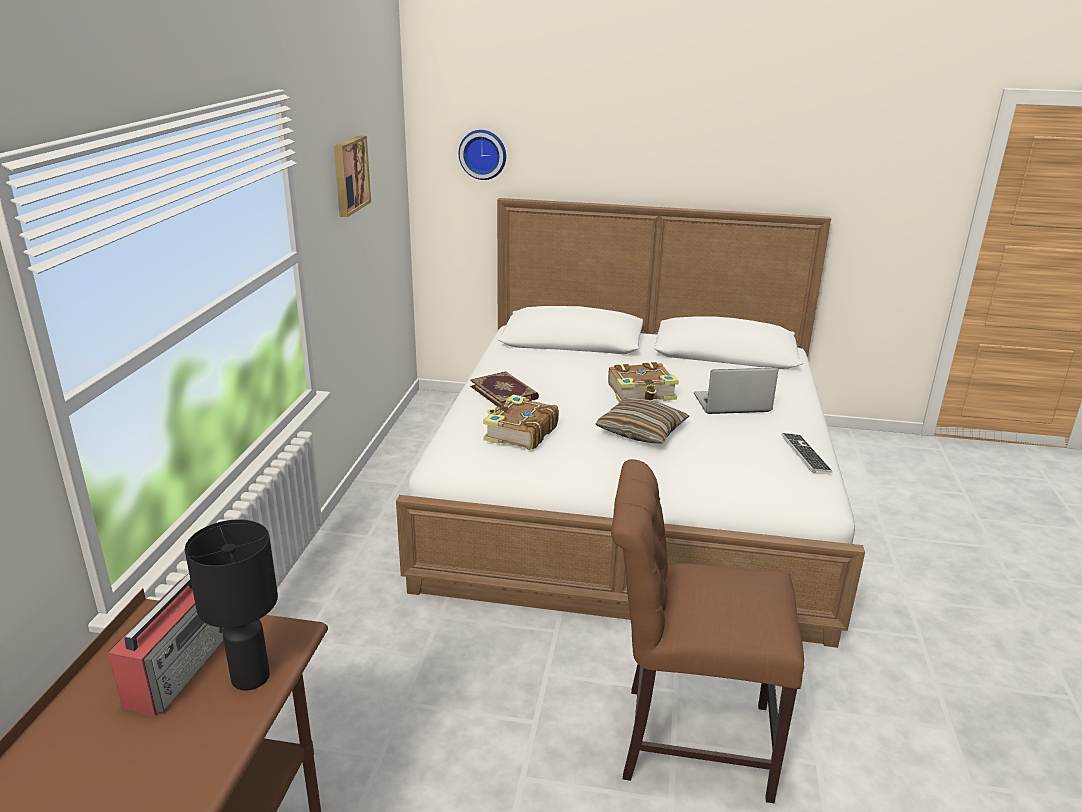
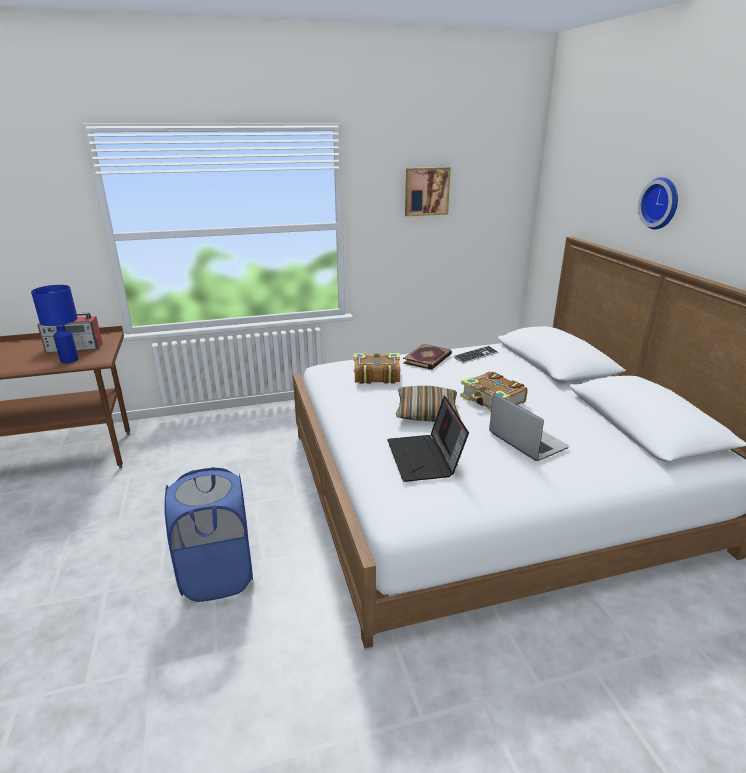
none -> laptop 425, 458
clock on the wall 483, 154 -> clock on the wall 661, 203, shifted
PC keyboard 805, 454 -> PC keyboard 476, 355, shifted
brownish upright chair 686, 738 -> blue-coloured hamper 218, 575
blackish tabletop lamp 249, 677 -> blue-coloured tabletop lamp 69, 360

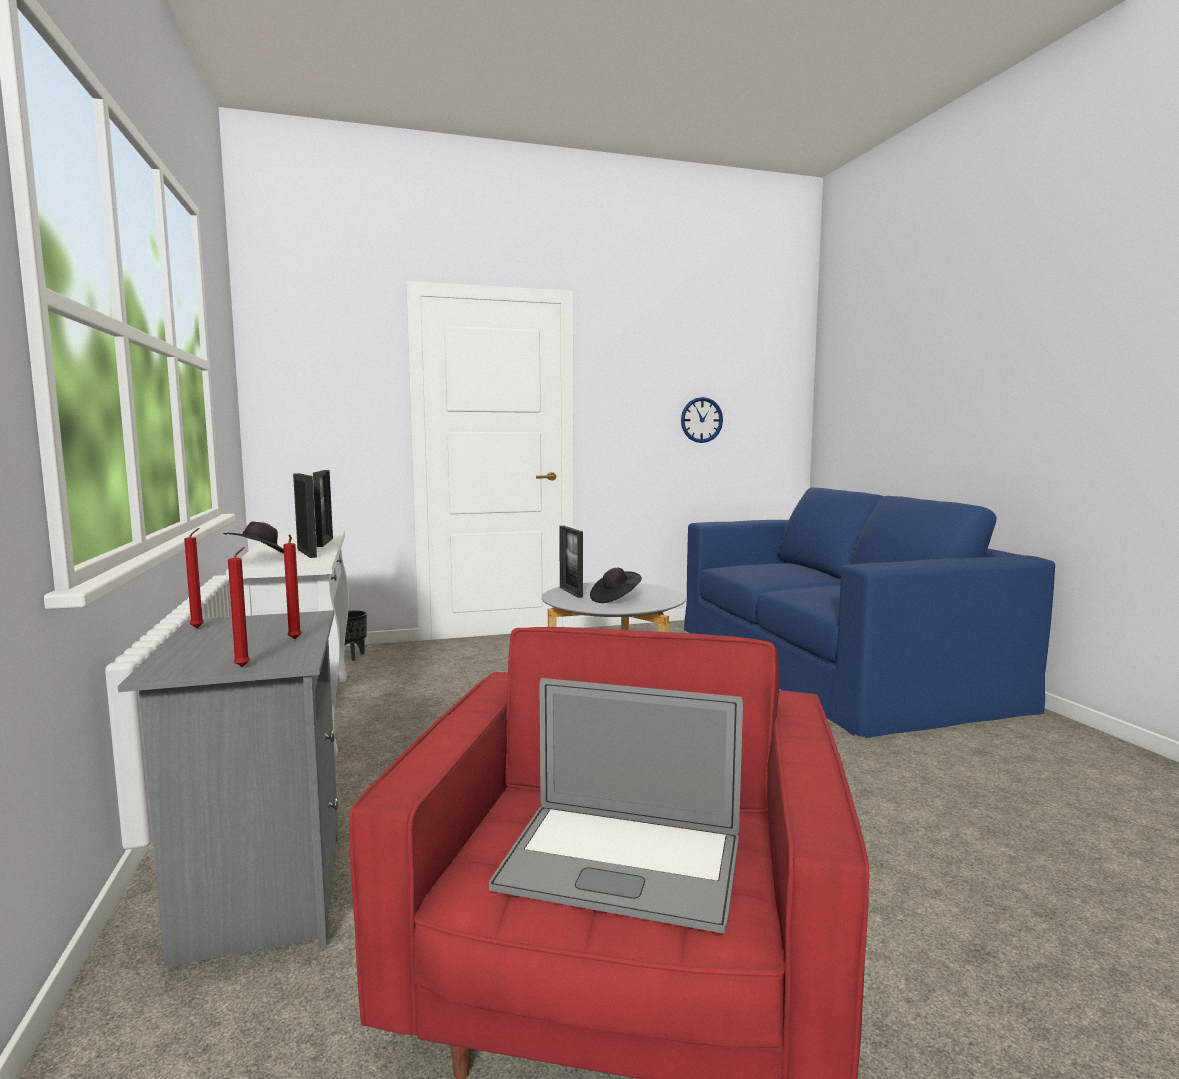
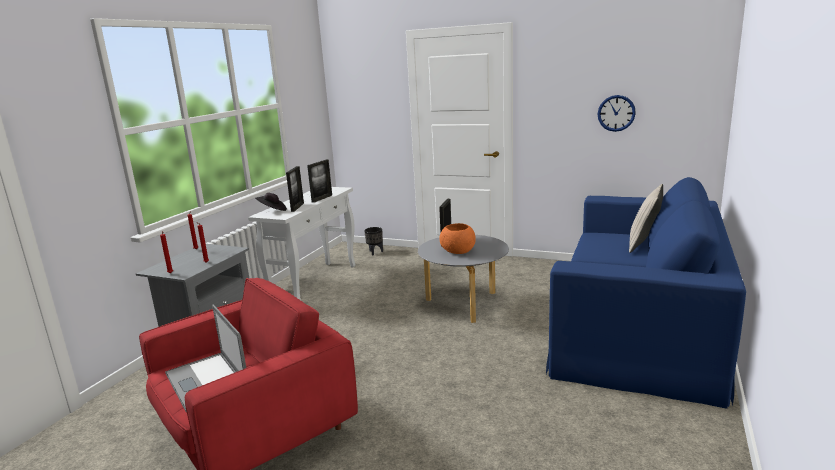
none -> beige cushion 644, 243
blackish wearable hat 615, 599 -> orange serving bowl 457, 251

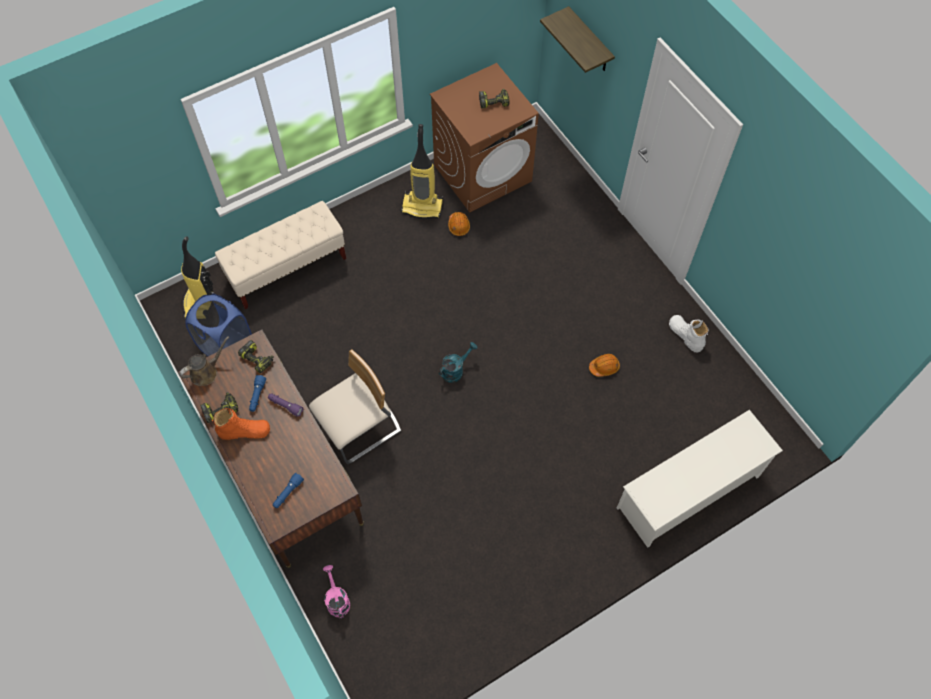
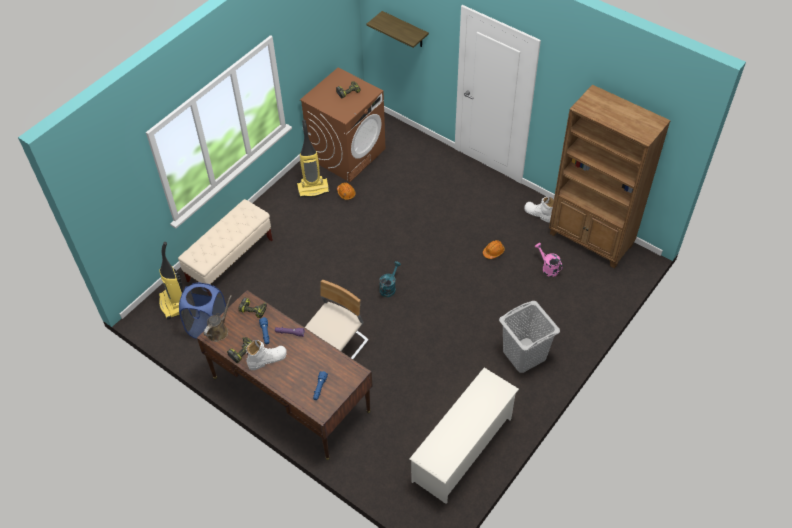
none -> greyish hamper 524, 355
none -> brownish bookshelf 591, 240
pink-coloured sprinkling can 337, 600 -> pink-coloured sprinkling can 548, 268, shifted
white shoe stand 689, 492 -> white shoe stand 463, 449, shifted
orange tall boot 244, 431 -> white tall boot 267, 359

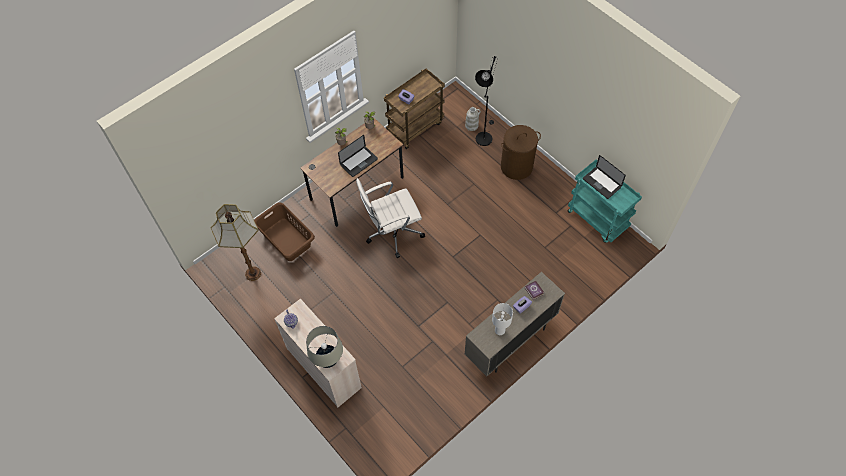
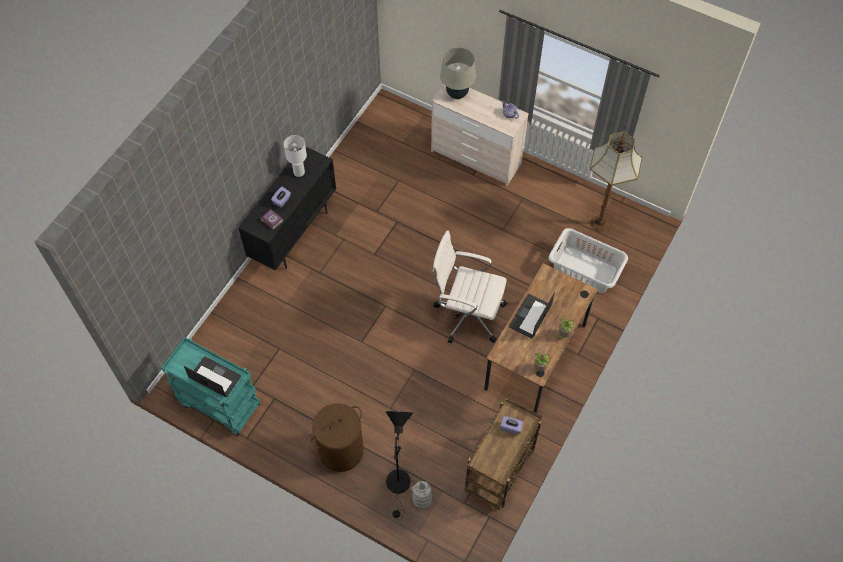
brownish hamper 287, 239 -> white hamper 585, 270
beige storage cabinet 510, 341 -> blackish storage cabinet 294, 233
white computer chair 392, 232 -> white computer chair 467, 314, 120 degrees counterclockwise

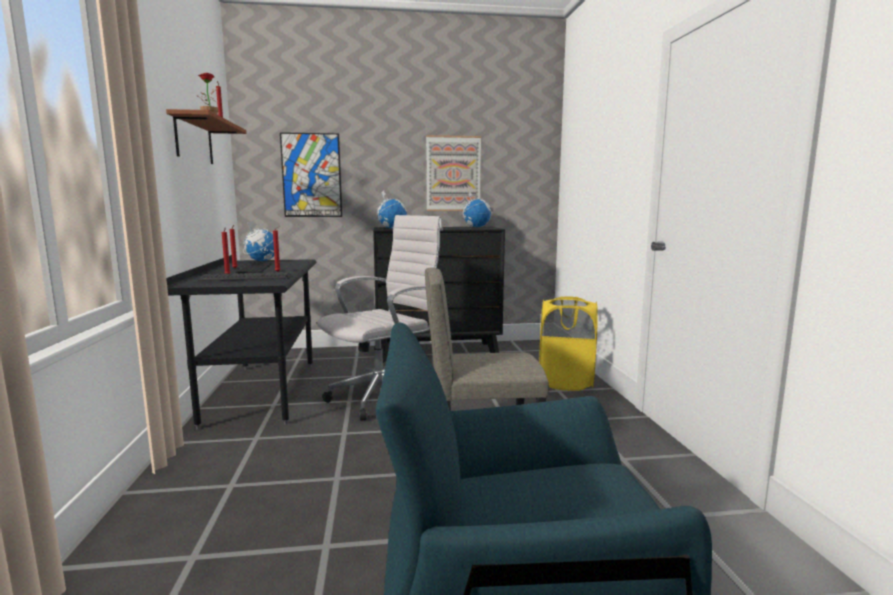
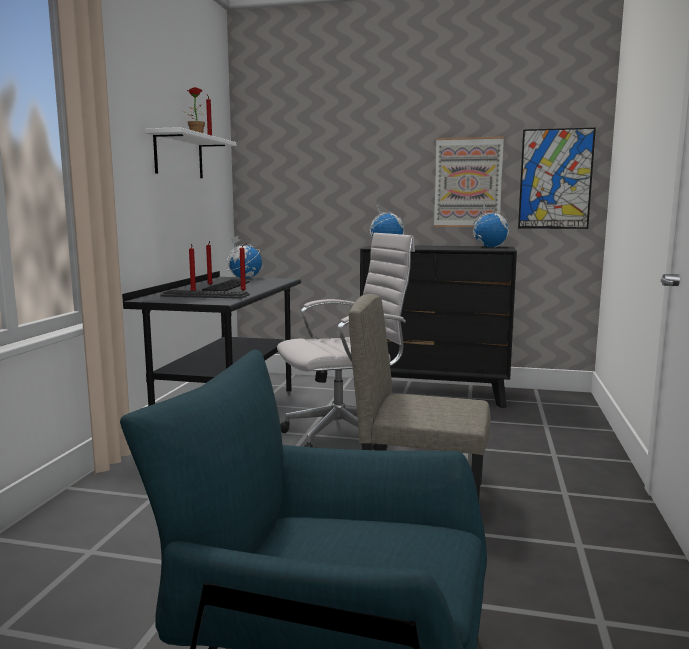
yellowish hamper 566, 382 -> none
wall art 311, 175 -> wall art 555, 179, shifted
brownish shelf 194, 140 -> white shelf 179, 156

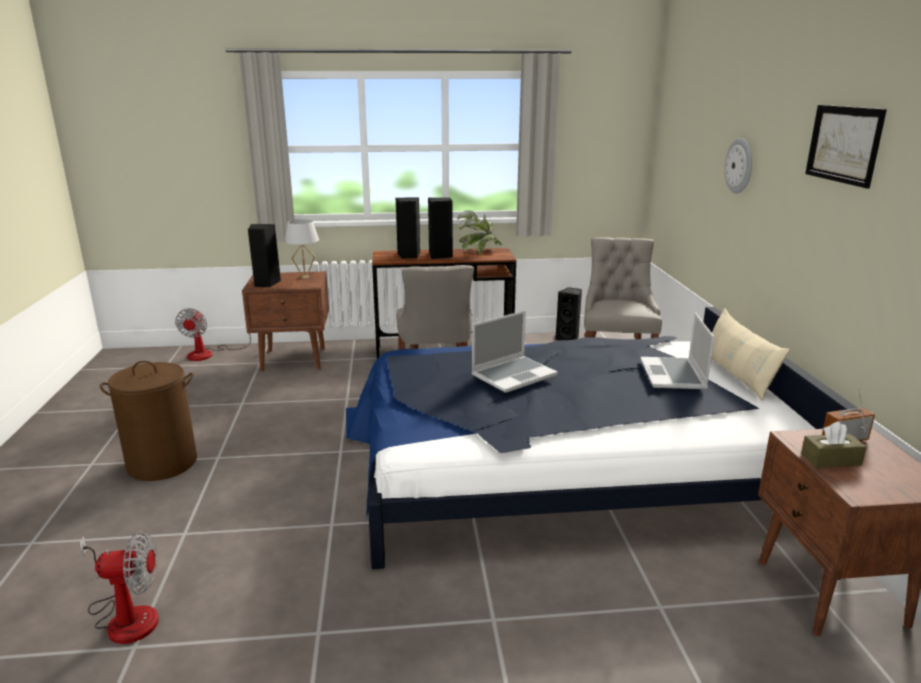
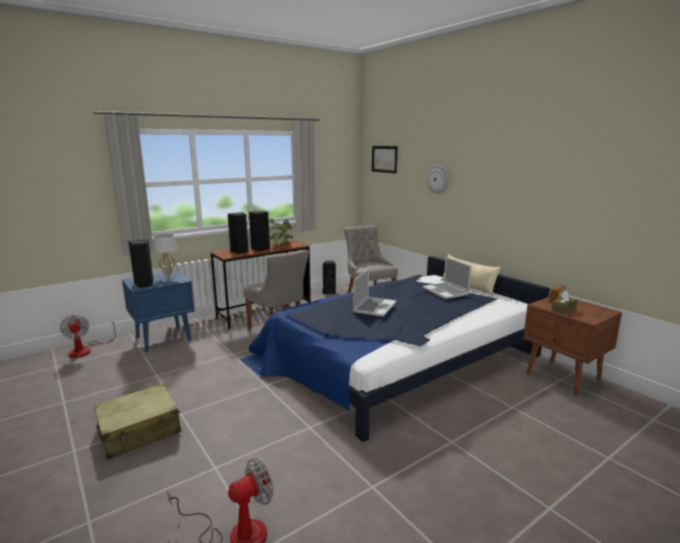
wall art 843, 144 -> wall art 384, 159, shifted
brownish hamper 163, 463 -> beige suitcase 140, 430
brownish nightstand 294, 360 -> blue-coloured nightstand 164, 339

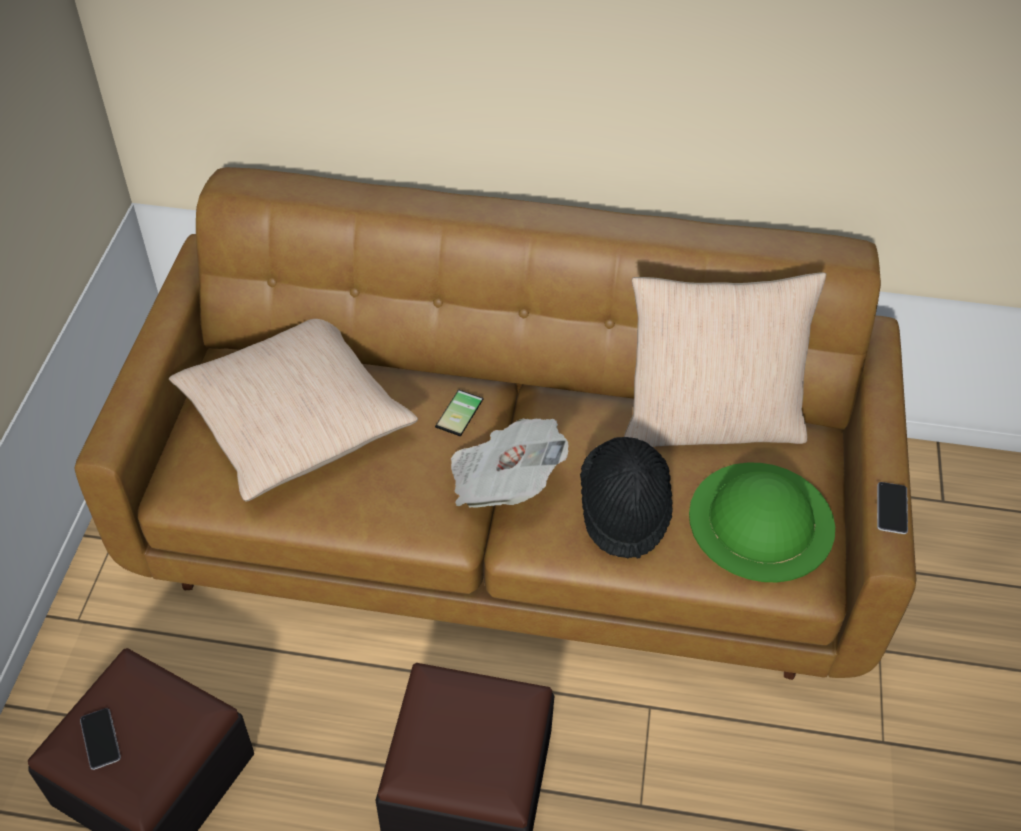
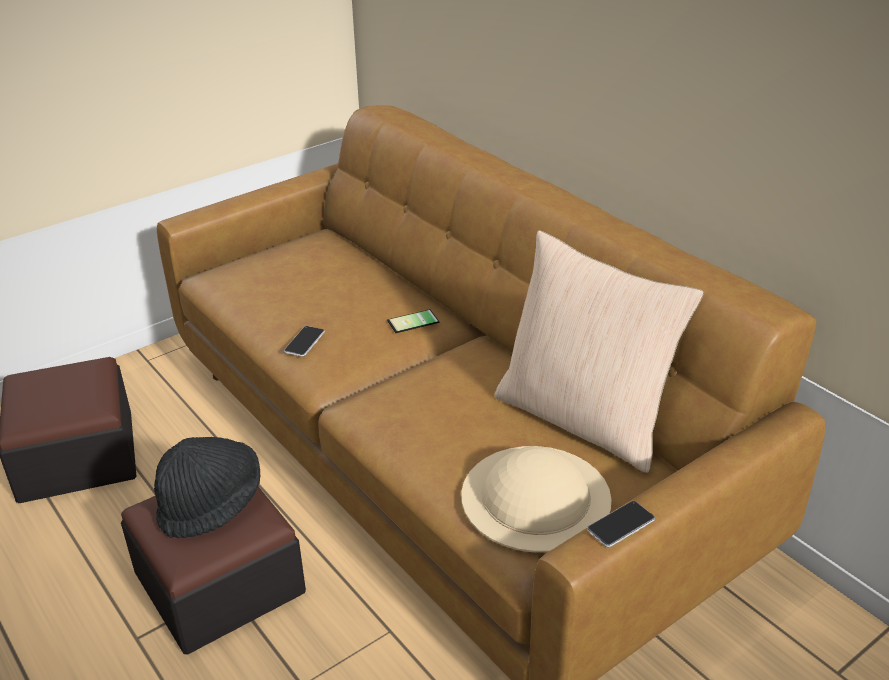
beige cushion 295, 420 -> none
daily paper 504, 481 -> none
phone 100, 739 -> phone 304, 342, shifted
blackish wearable hat 624, 510 -> blackish wearable hat 211, 505, shifted
green-coloured wearable hat 761, 521 -> beige wearable hat 535, 496

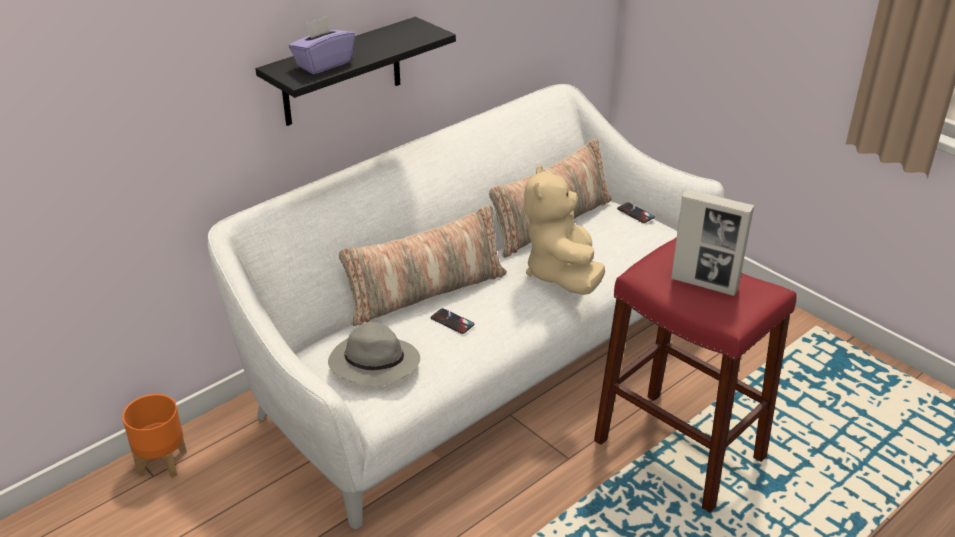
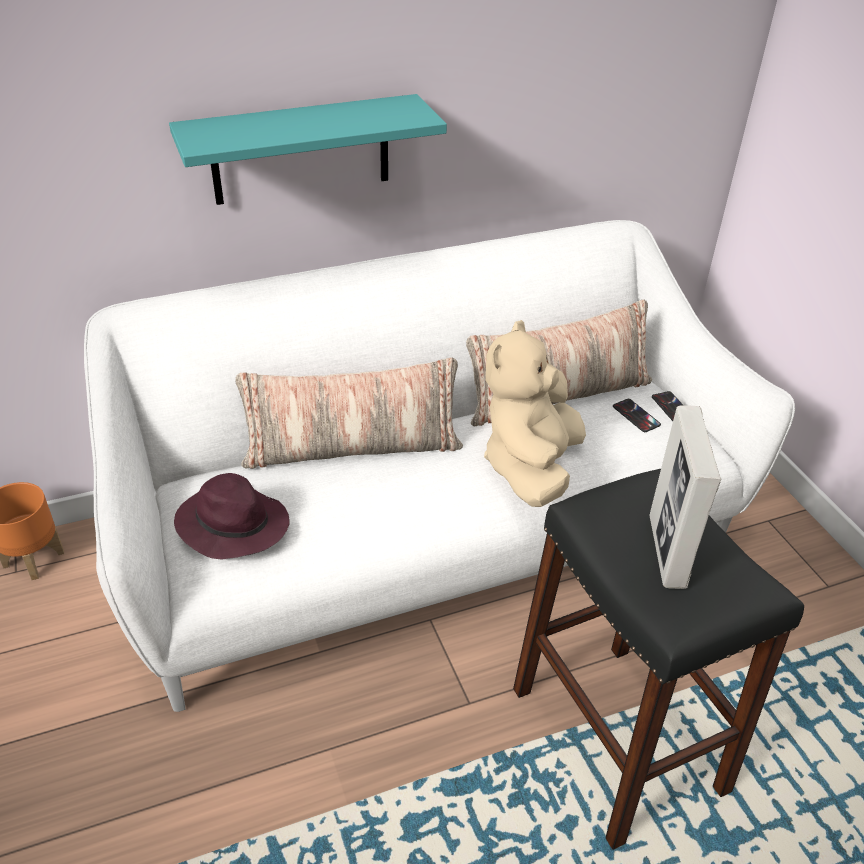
purple-coloured tissue box 323, 64 -> none
phone 452, 321 -> phone 636, 416, shifted
blackish shelf 342, 72 -> turquoise-coloured shelf 301, 150
greyish wearable hat 373, 364 -> purple-coloured wearable hat 231, 525
red-coloured sitting stool 679, 449 -> blackish sitting stool 617, 739
photo frame 704, 284 -> photo frame 667, 551, 45 degrees clockwise

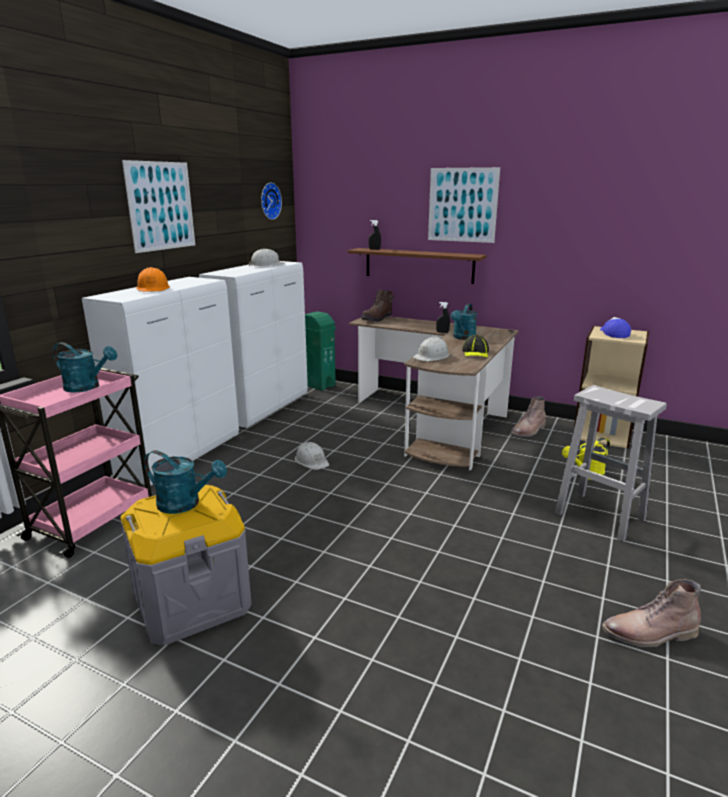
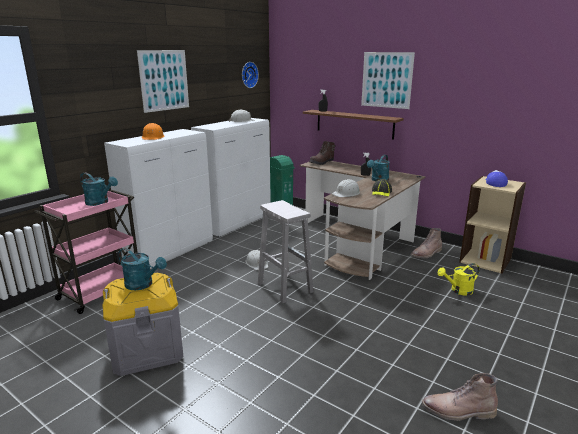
white sitting stool 598, 516 -> white sitting stool 284, 287, shifted

